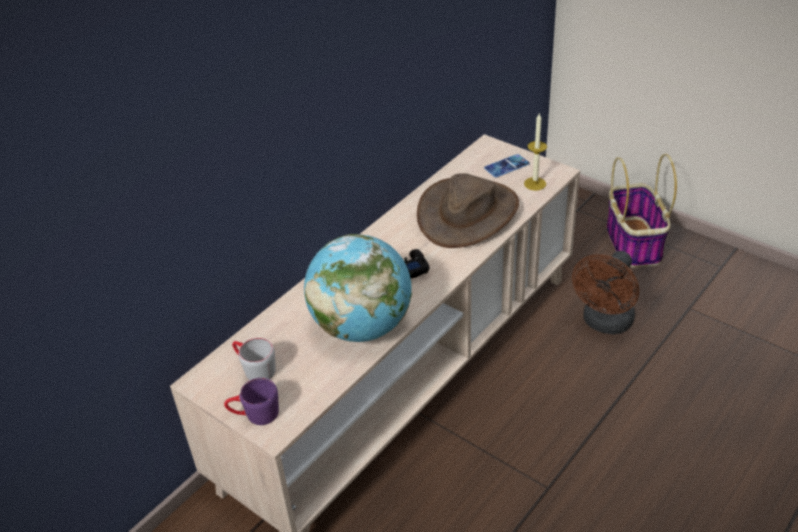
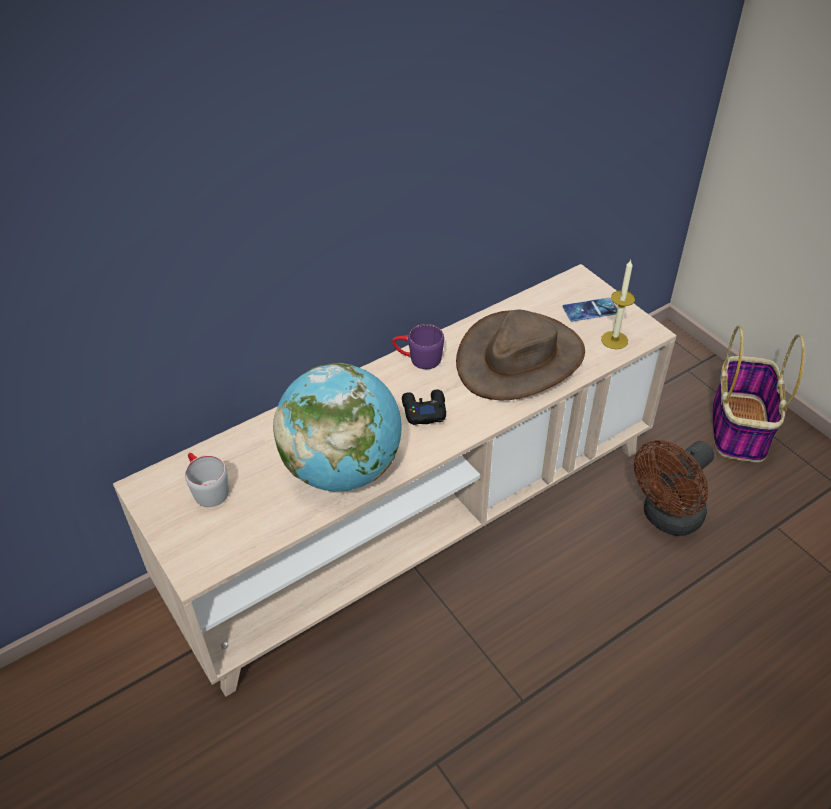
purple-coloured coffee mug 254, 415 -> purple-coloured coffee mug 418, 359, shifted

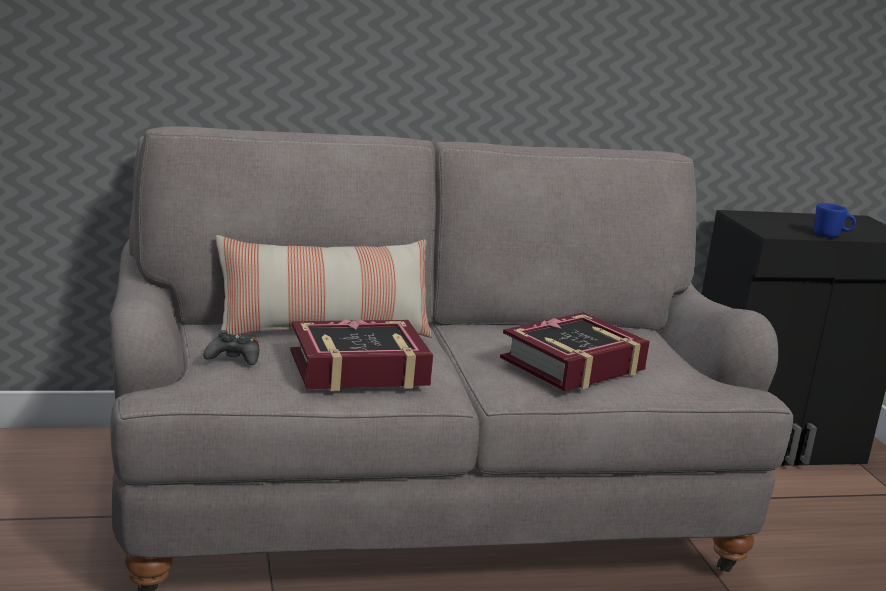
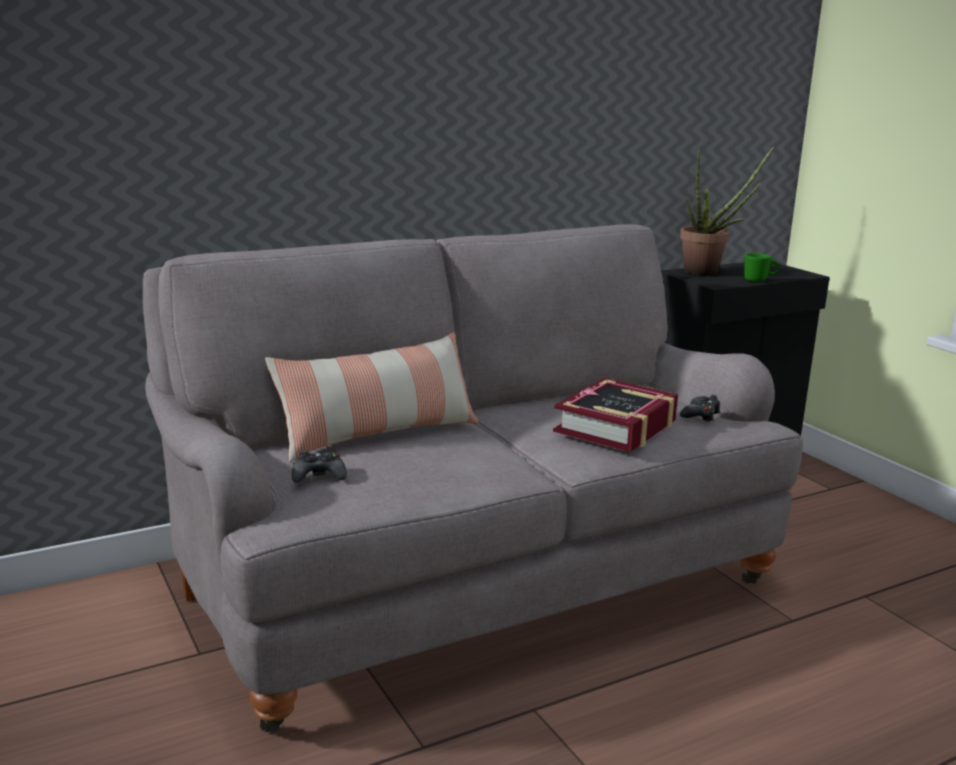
bound book 359, 369 -> none
none -> potted plant 708, 272
none -> blackish joypad 700, 415
blue-coloured coffee mug 831, 236 -> green-coloured coffee mug 759, 280

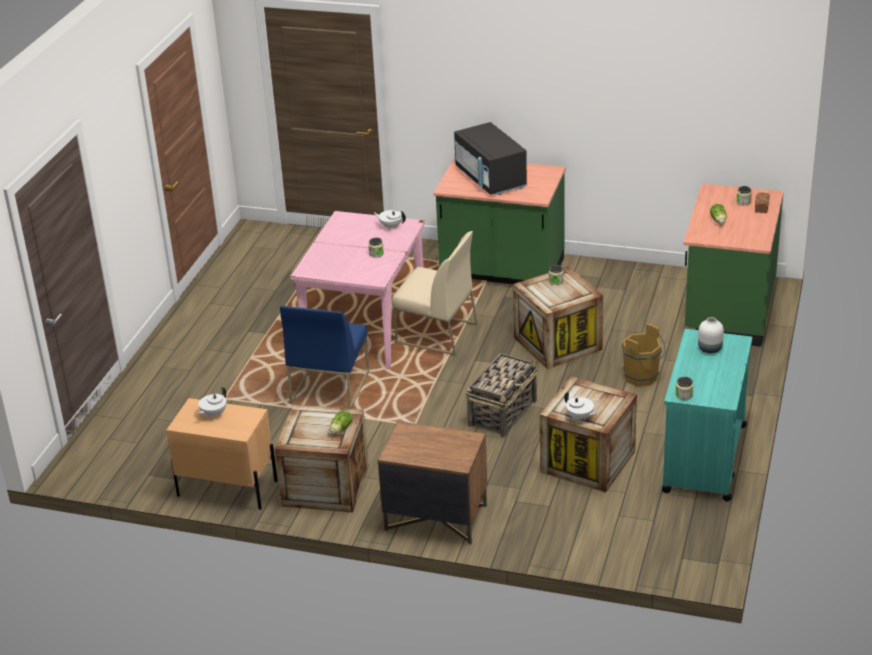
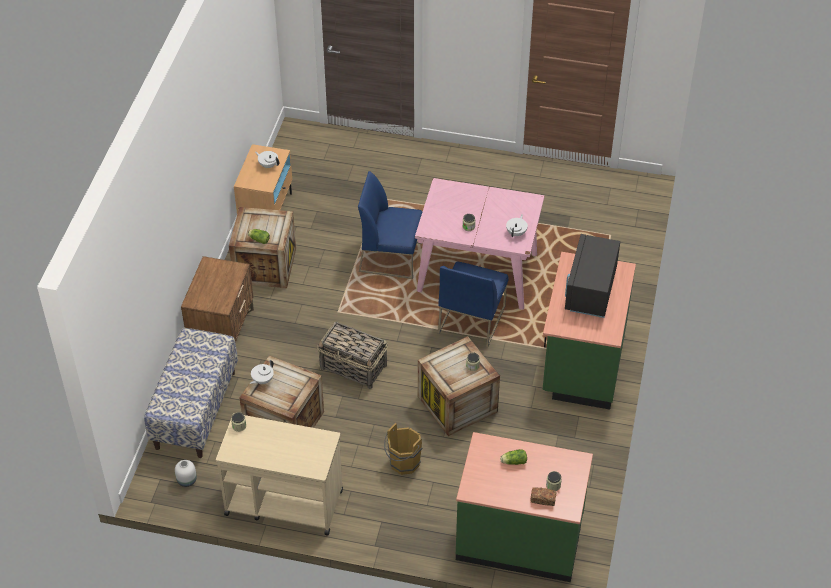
none -> long seat 195, 409
white flower vase 710, 349 -> white flower vase 186, 481, shifted
beige upright chair 436, 334 -> blue-coloured upright chair 471, 319
turquoise-coloured wheeled cart 704, 459 -> beige wheeled cart 283, 502
blackish kitchen microwave 490, 179 -> blackish kitchen microwave 590, 290, 45 degrees counterclockwise

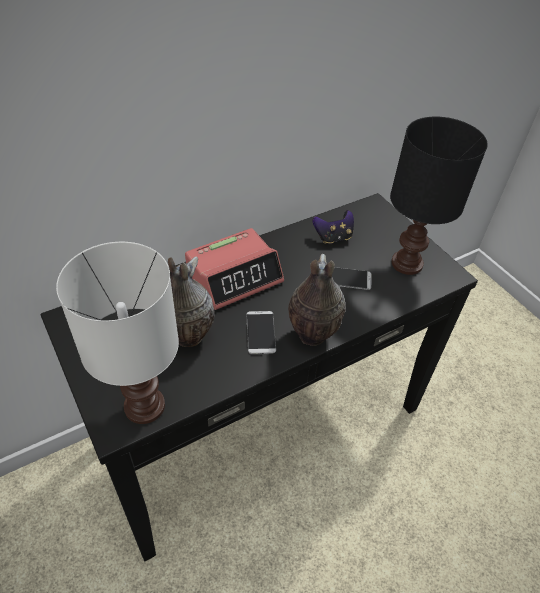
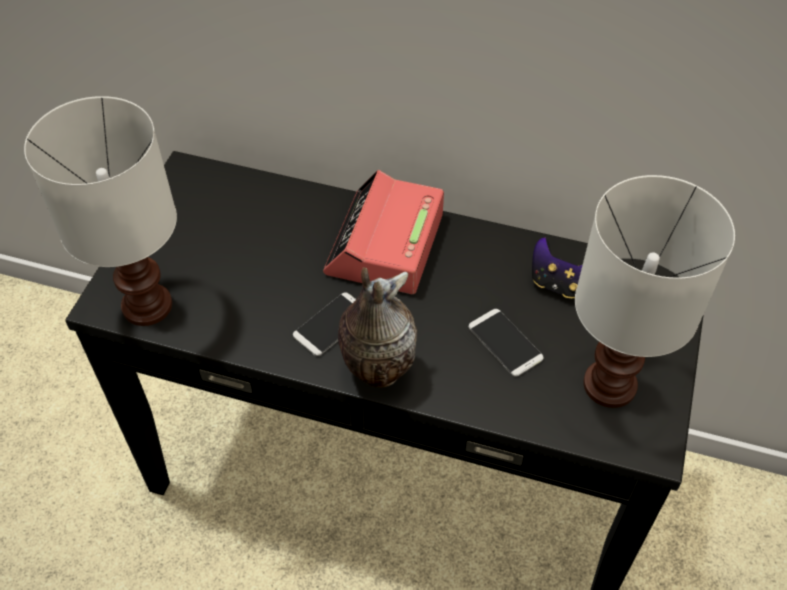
flower vase 186, 337 -> none
blackish tabletop lamp 405, 263 -> white tabletop lamp 608, 383
bedside clock 235, 276 -> bedside clock 385, 245, 90 degrees clockwise

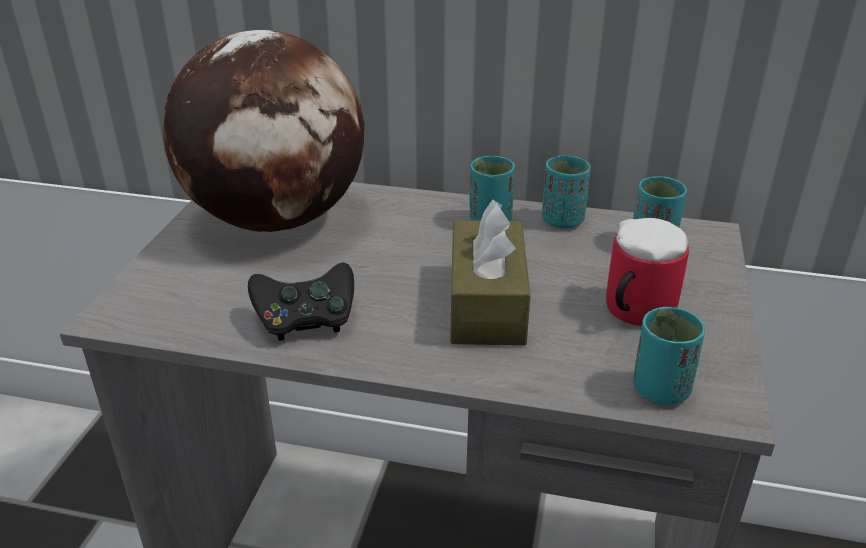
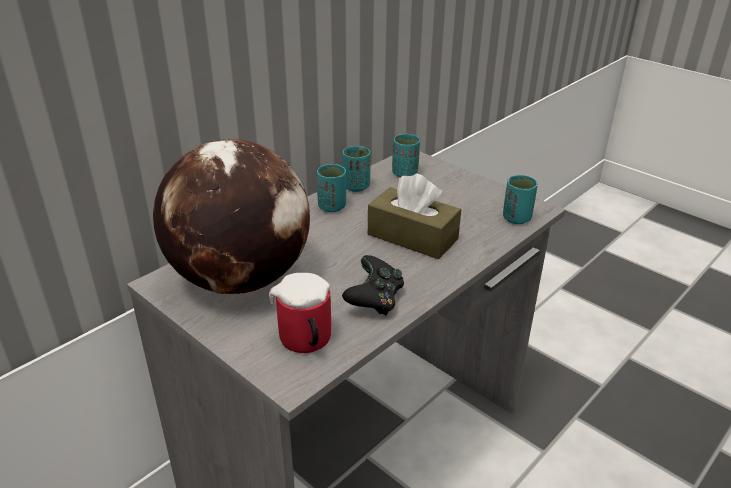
coffee mug 632, 311 -> coffee mug 305, 342, shifted

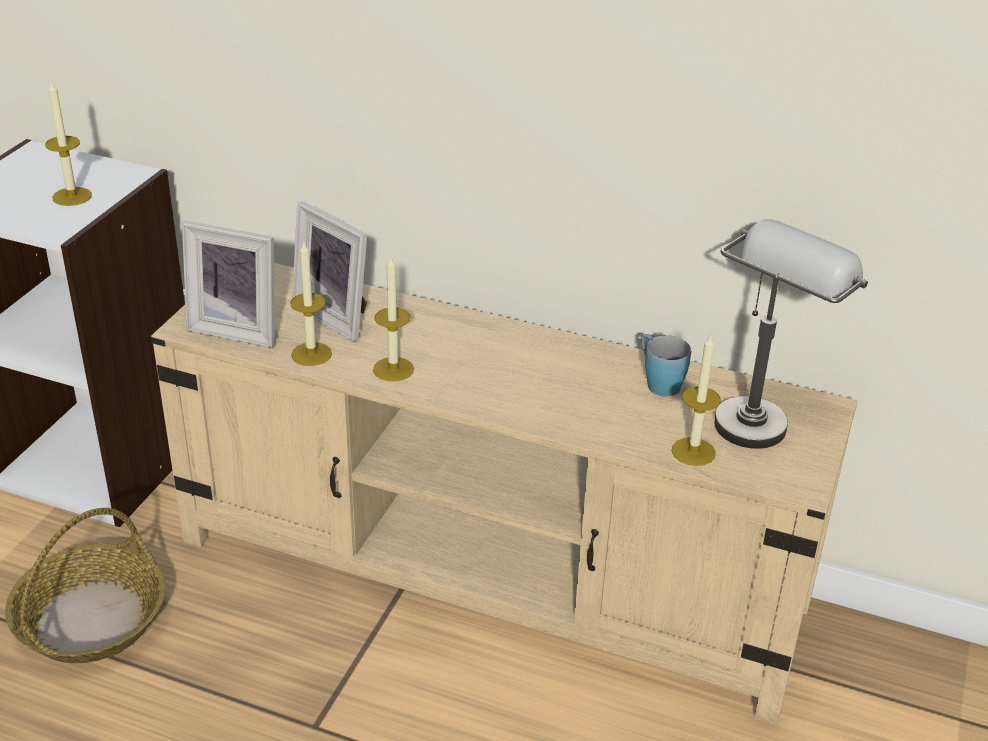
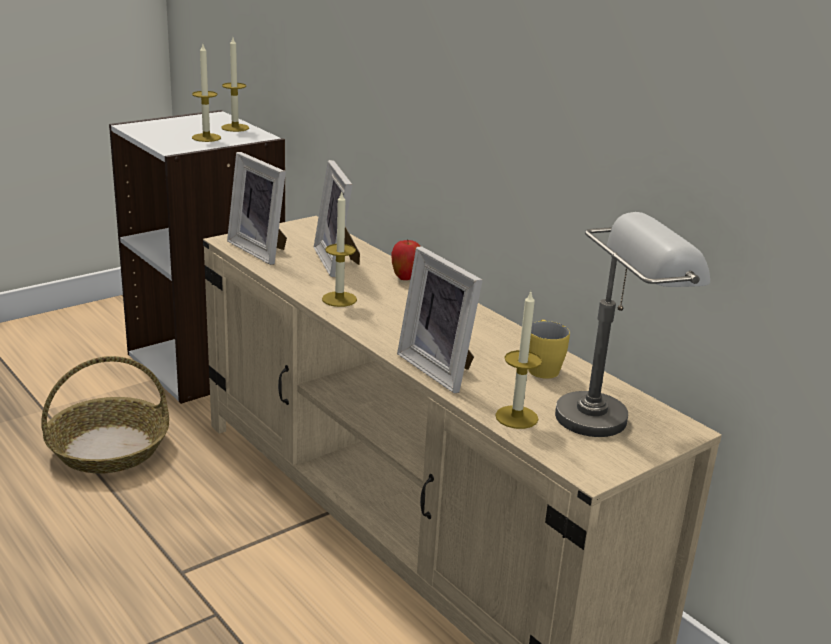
none -> whole apple 406, 278
none -> photo frame 441, 369
wax light 311, 354 -> wax light 235, 127, shifted
blue-coloured coffee mug 658, 382 -> yellowish coffee mug 542, 367

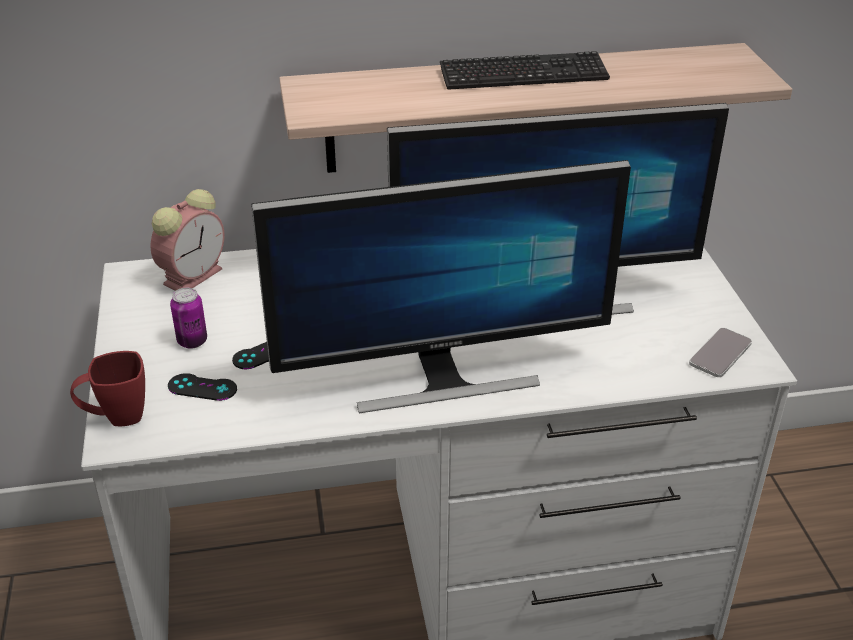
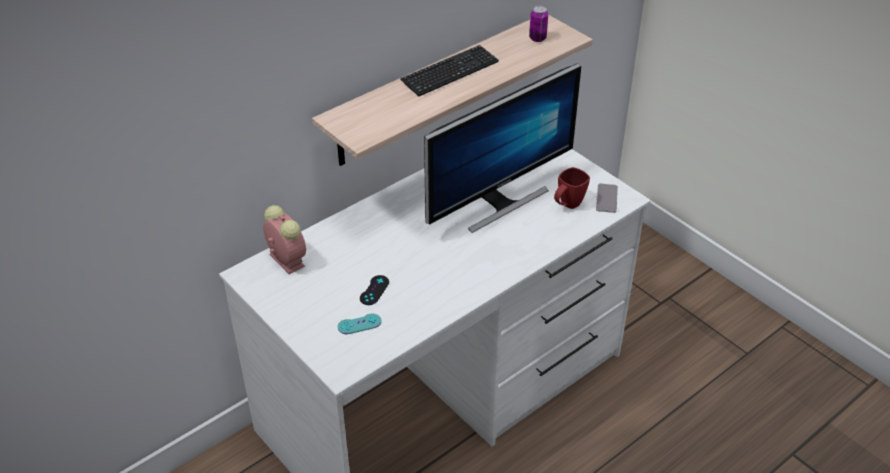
monitor 442, 377 -> none
red-coloured coffee mug 115, 417 -> red-coloured coffee mug 567, 205, shifted
metal can 192, 341 -> metal can 537, 38, shifted
blackish joypad 202, 387 -> turquoise-coloured joypad 359, 324
bedside clock 194, 275 -> bedside clock 285, 259, 45 degrees counterclockwise

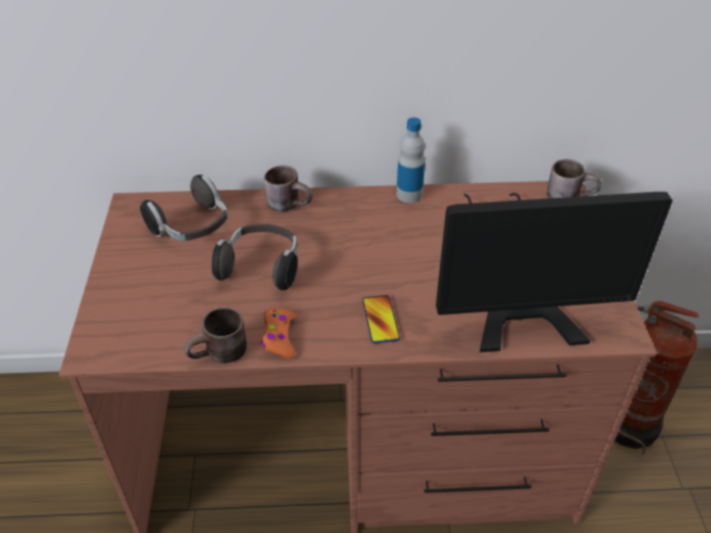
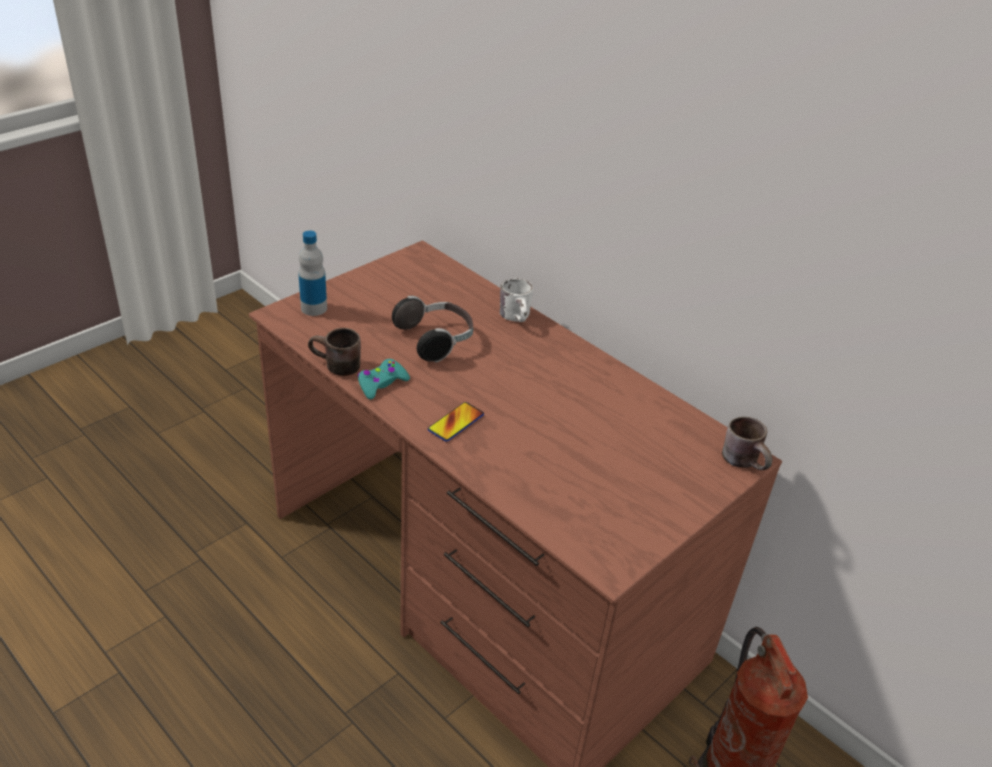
pair of headphones 192, 228 -> none
monitor 518, 298 -> none
drink bottle 409, 194 -> drink bottle 314, 308, shifted
orange joypad 279, 337 -> turquoise-coloured joypad 381, 384
brownish coffee mug 290, 203 -> white coffee mug 518, 318

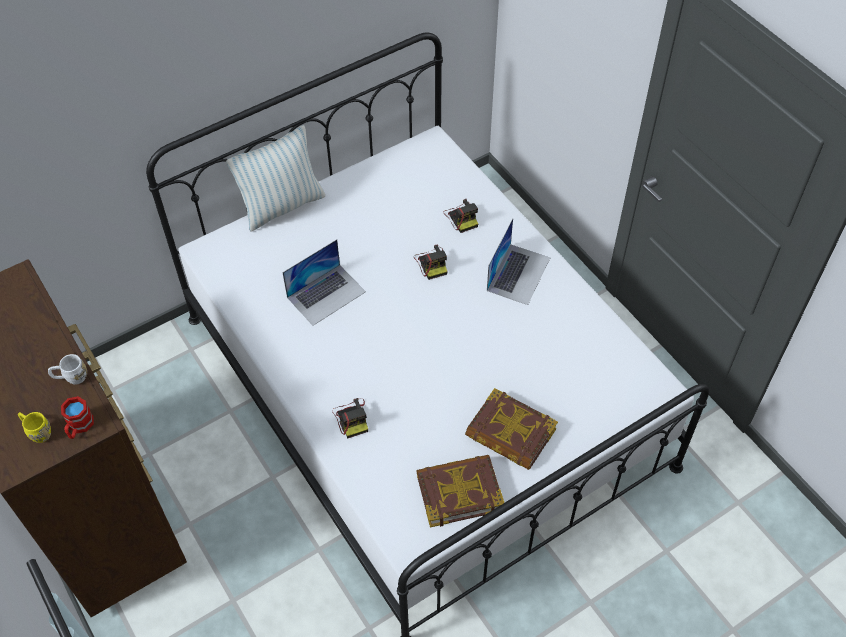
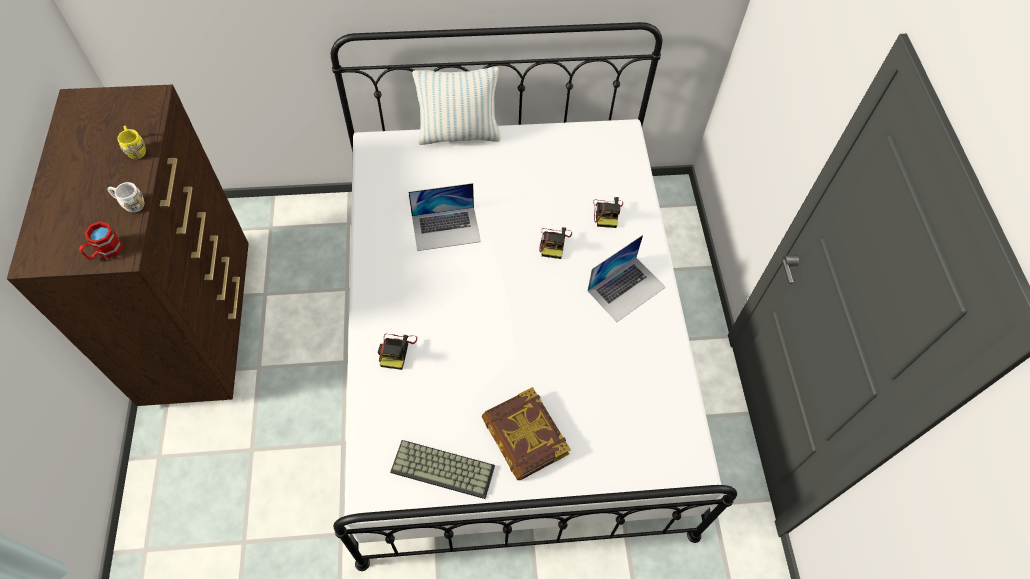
yellowish coffee mug 37, 432 -> yellowish coffee mug 136, 149, shifted
bound book 459, 492 -> PC keyboard 444, 468

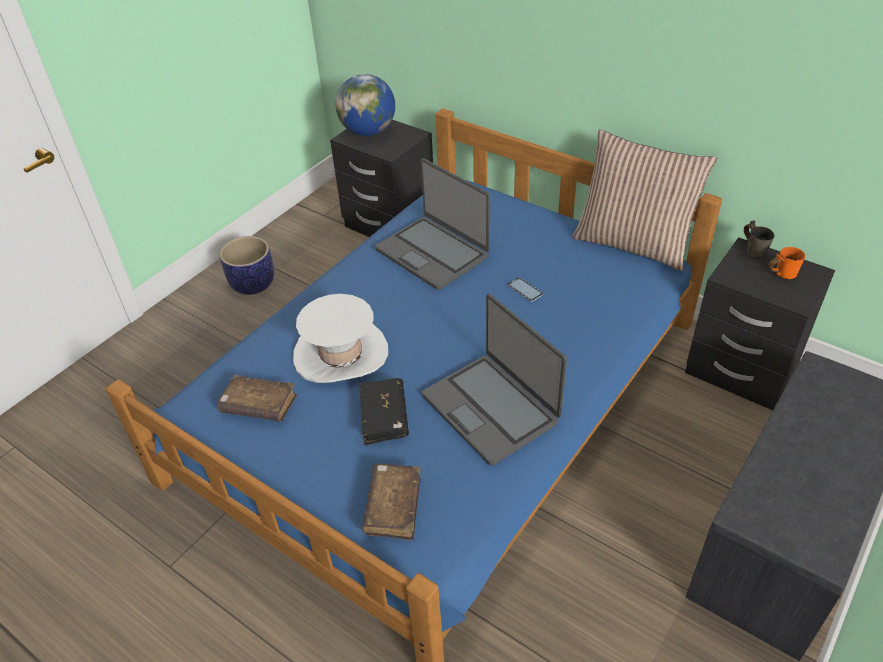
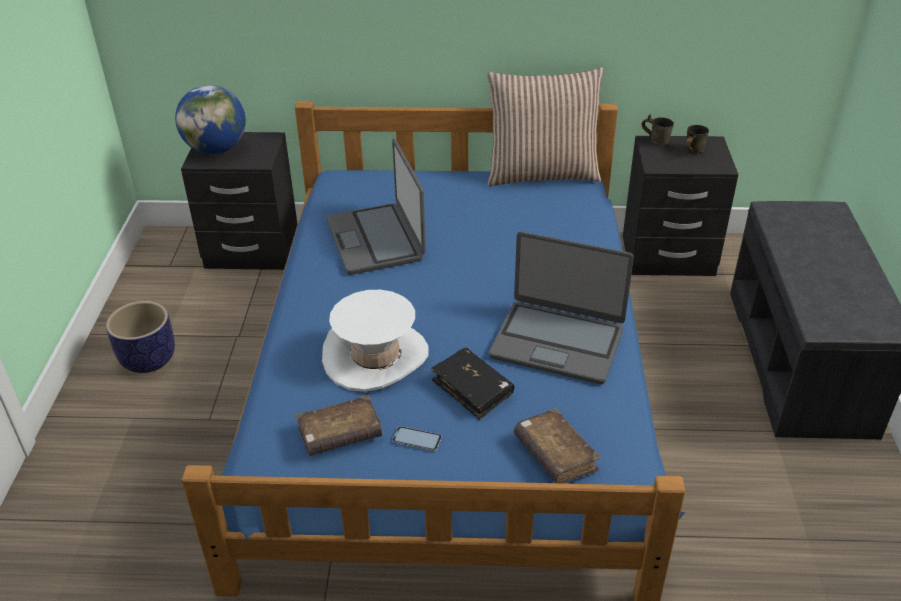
phone 525, 290 -> phone 417, 439, shifted
orange coffee mug 780, 274 -> greyish coffee mug 690, 151
laptop 433, 253 -> laptop 376, 239, 60 degrees clockwise

